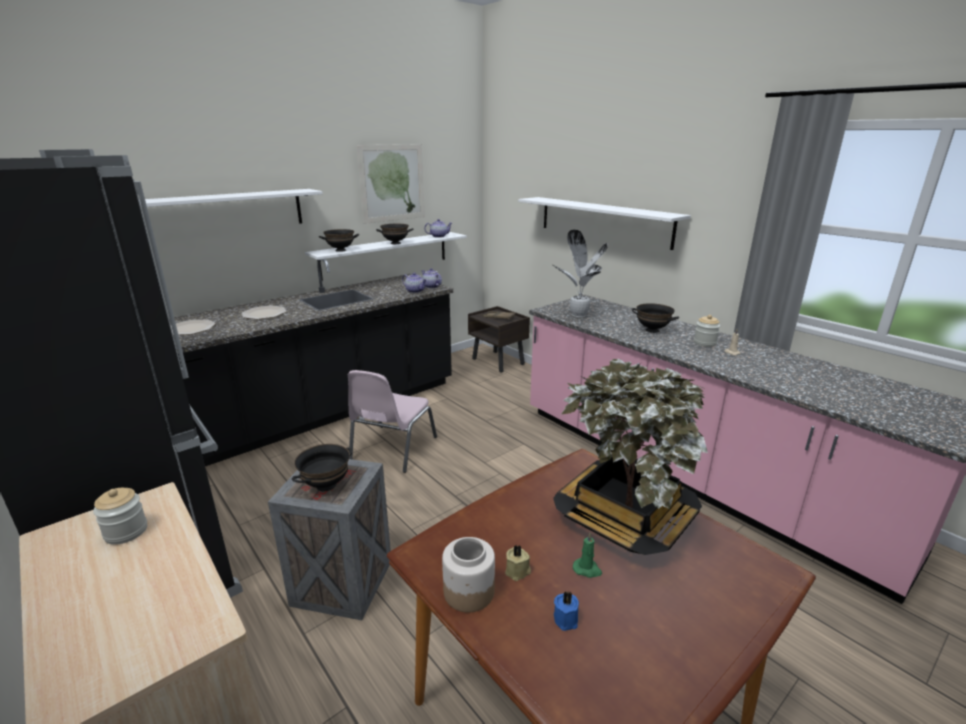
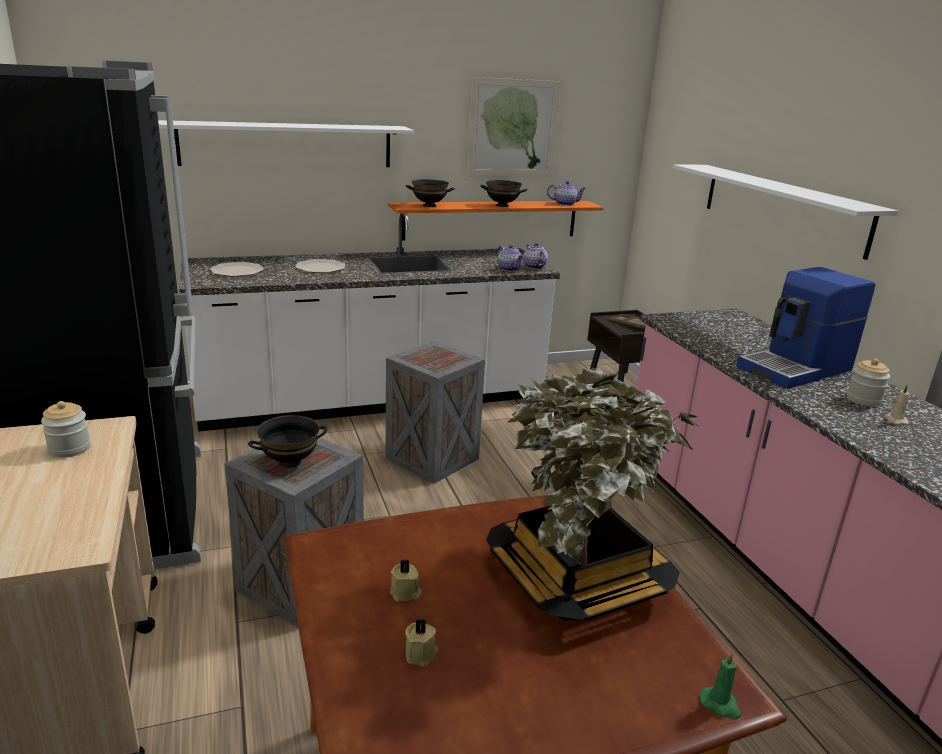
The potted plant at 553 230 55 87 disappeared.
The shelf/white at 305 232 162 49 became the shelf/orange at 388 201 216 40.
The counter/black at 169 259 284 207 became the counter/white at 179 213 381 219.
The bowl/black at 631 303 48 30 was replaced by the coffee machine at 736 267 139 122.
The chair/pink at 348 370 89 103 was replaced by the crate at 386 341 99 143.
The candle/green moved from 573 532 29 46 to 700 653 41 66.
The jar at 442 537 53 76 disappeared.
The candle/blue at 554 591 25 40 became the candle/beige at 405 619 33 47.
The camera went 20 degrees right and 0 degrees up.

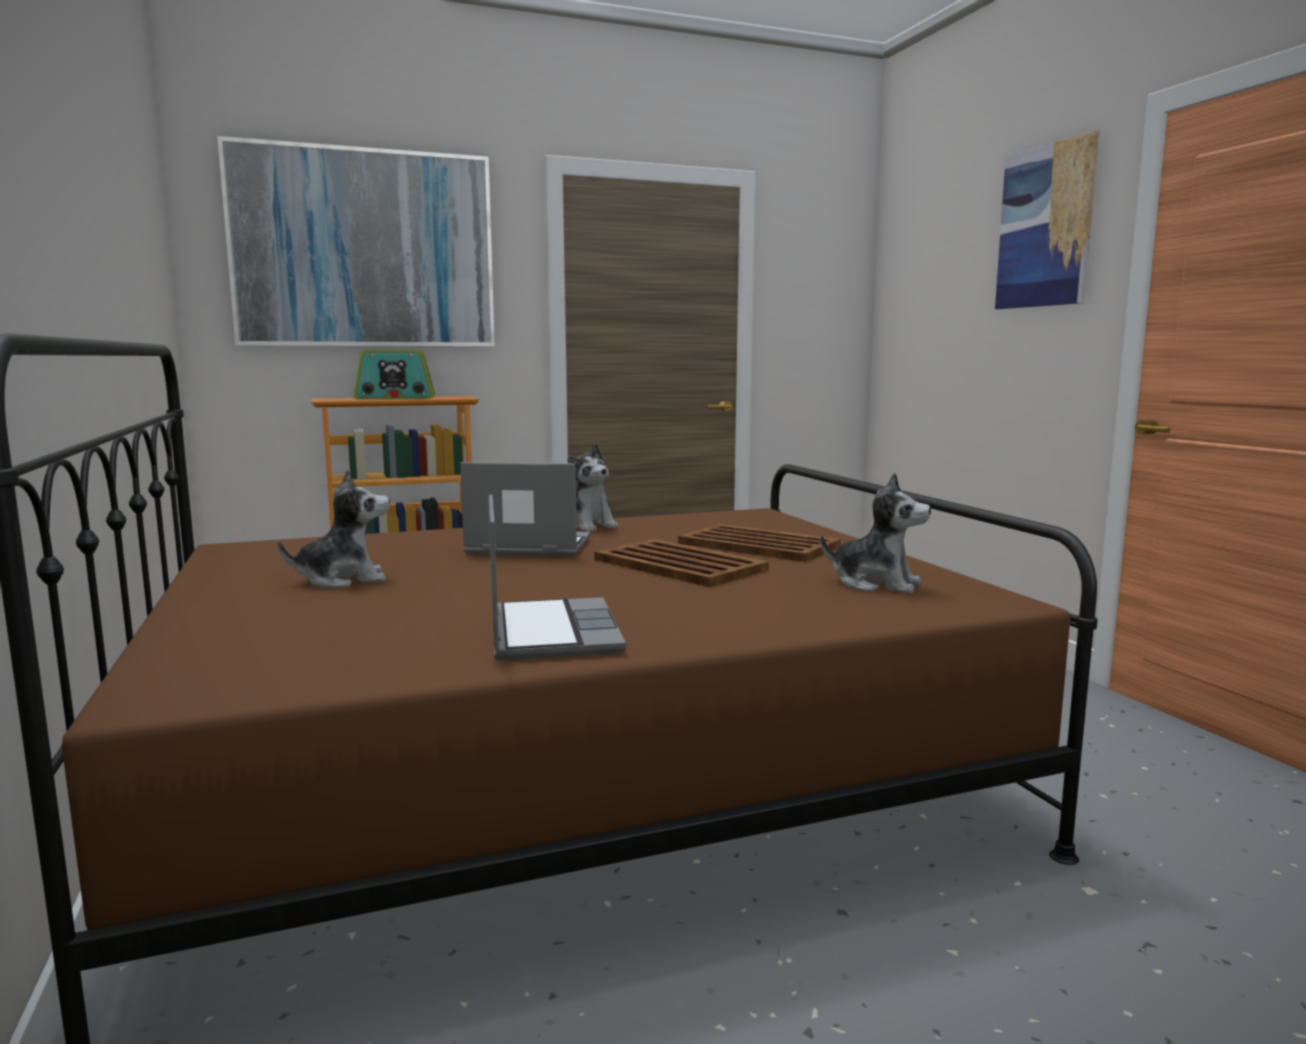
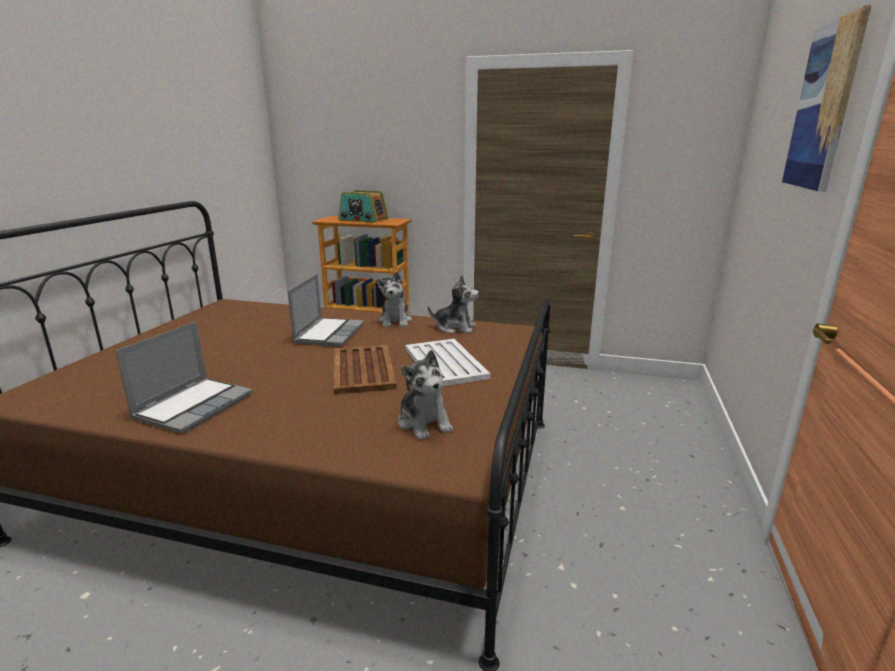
The picture at 217 136 278 210 disappeared.
The laptop at 460 462 130 95 turned 60 degrees clockwise.
The plush toy moved from 278 469 112 119 to 428 275 51 59.
The tray/brown at 678 524 163 38 became the tray/white at 406 339 84 47.
The camera went 35 degrees right and 10 degrees up.

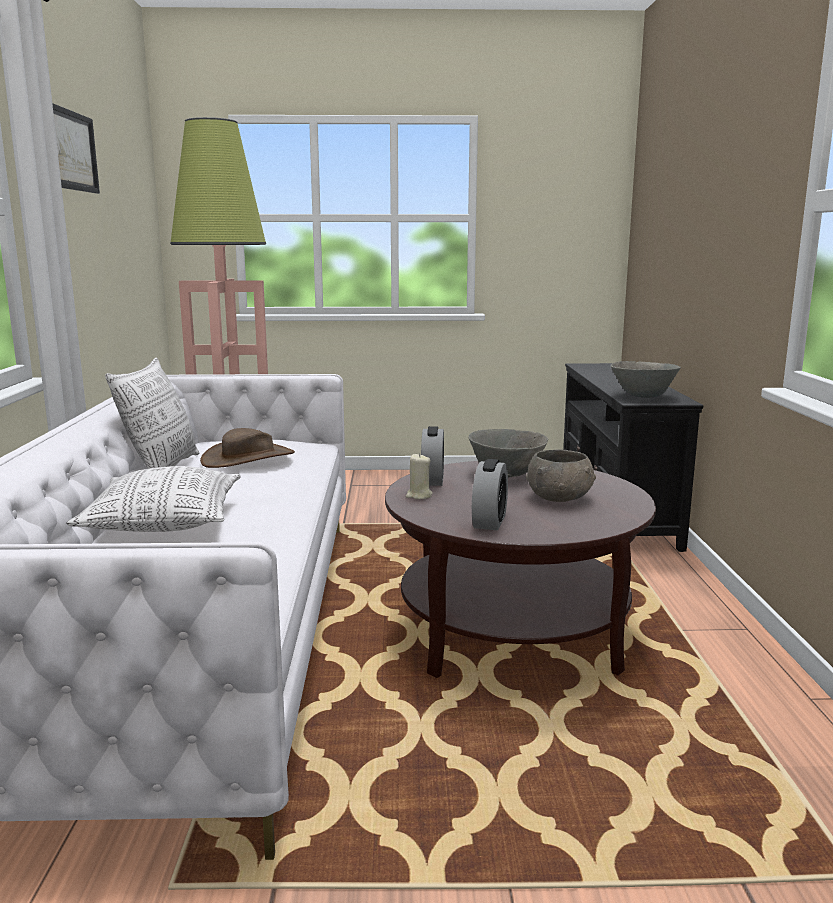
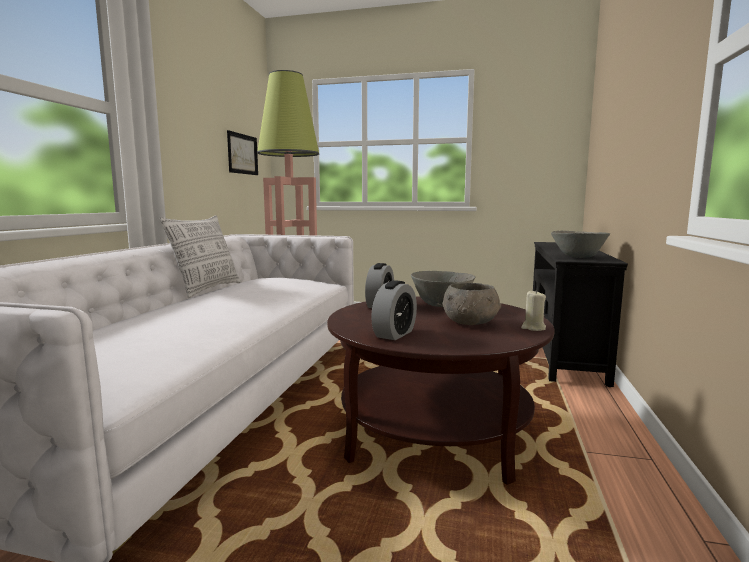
The picture moved from 52 103 48 91 to 227 130 31 45.
The hat/brown at 200 428 95 40 disappeared.
The candle/beige moved from 406 453 27 46 to 521 290 25 41.
The pillow at 66 466 175 66 disappeared.
The camera went 15 degrees right and 5 degrees down.

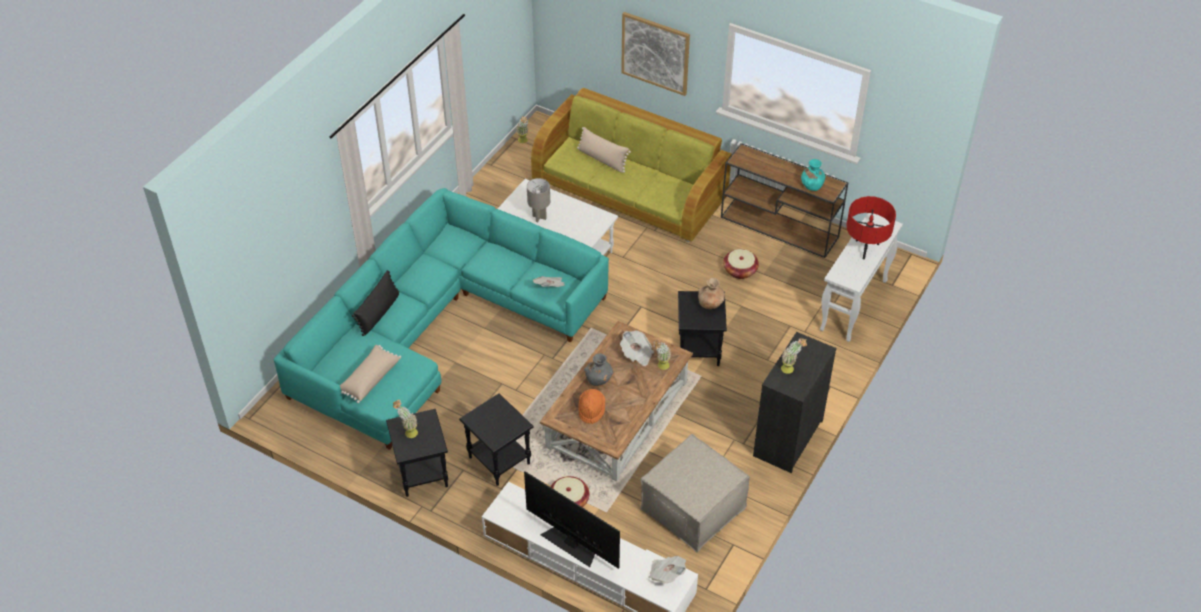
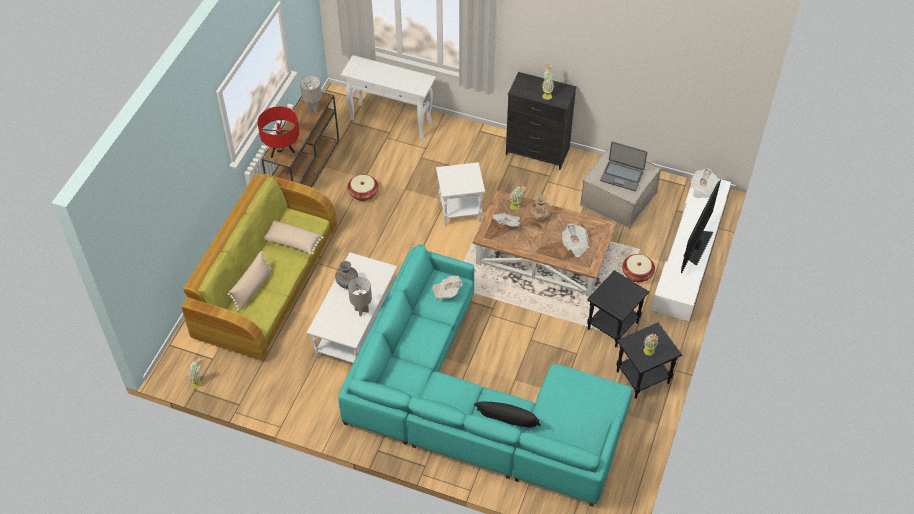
The picture at 621 12 69 84 disappeared.
The vase/turquoise at 801 159 24 32 was replaced by the table lamp/grey at 300 76 22 38.
The table lamp/red moved from 847 196 49 64 to 258 106 41 52.
The vase/brown moved from 698 278 27 31 to 530 195 21 27.
The side table/black at 678 291 49 75 became the side table/white at 436 162 49 64.
The pillow/beige moved from 340 345 61 58 to 264 220 59 34.
The vase/grey moved from 584 353 29 33 to 335 261 23 28.
The hat/orange at 579 389 26 35 was replaced by the newspaper at 562 224 28 33.
The laptop at 600 141 47 50 appeared.
The camera went 100 degrees left and 5 degrees up.

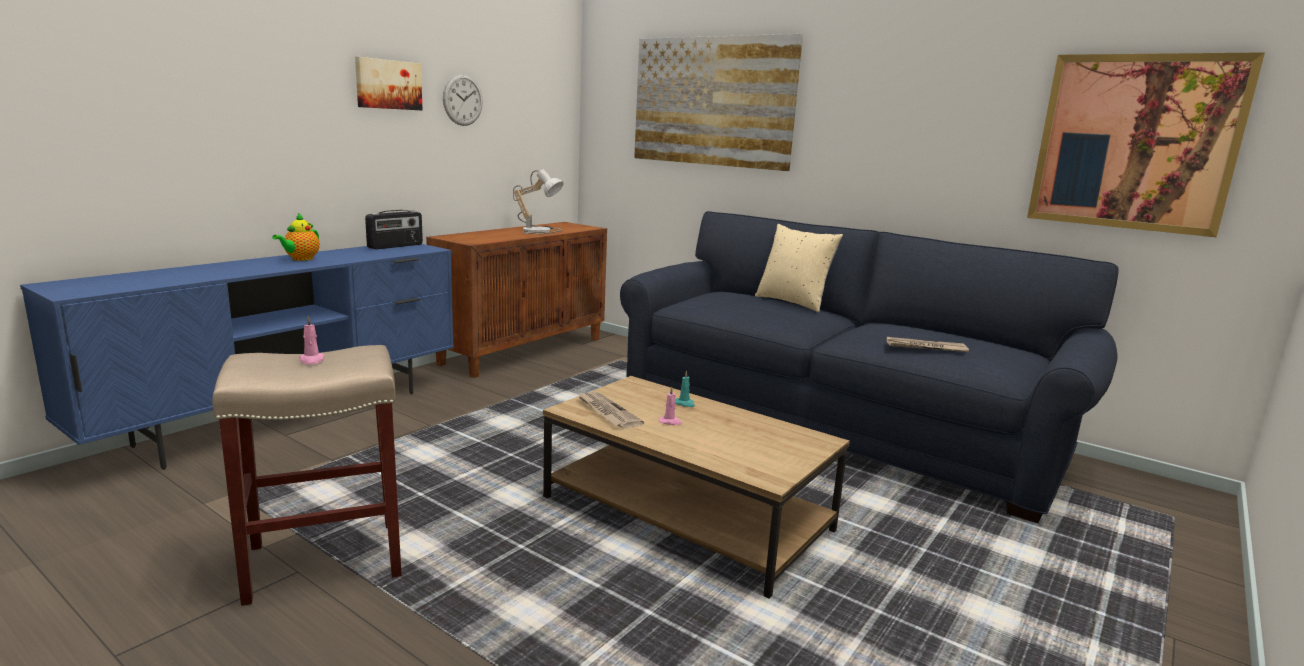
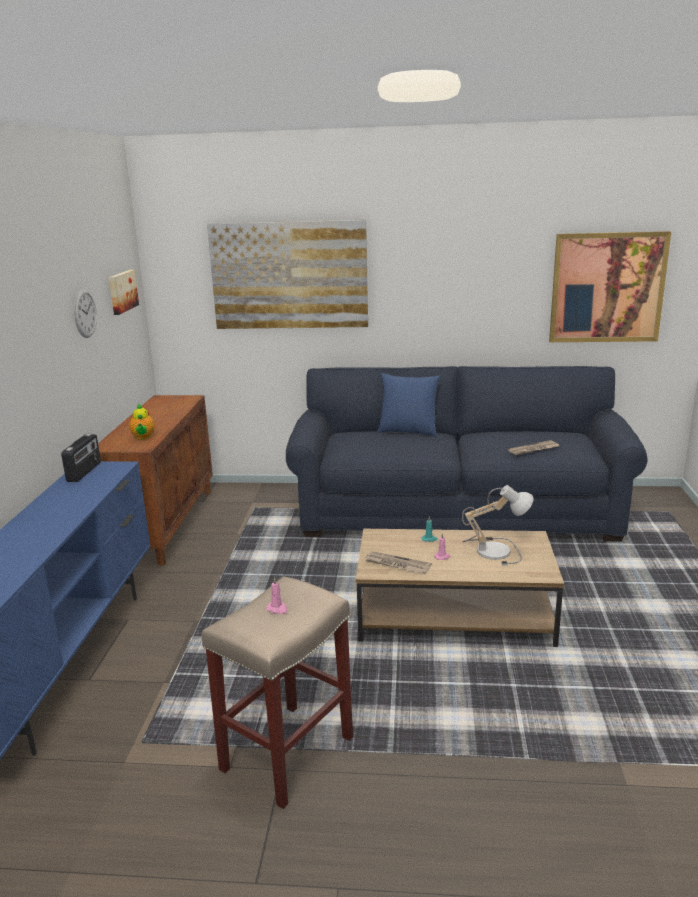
The picture moved from 355 57 68 53 to 109 270 30 45.
The table lamp moved from 513 169 50 65 to 462 485 71 81.
The teapot moved from 272 213 48 48 to 129 404 26 35.
The pillow/beige at 755 224 88 88 became the pillow/blue at 377 373 63 64.
The camera went 30 degrees left and 5 degrees up.

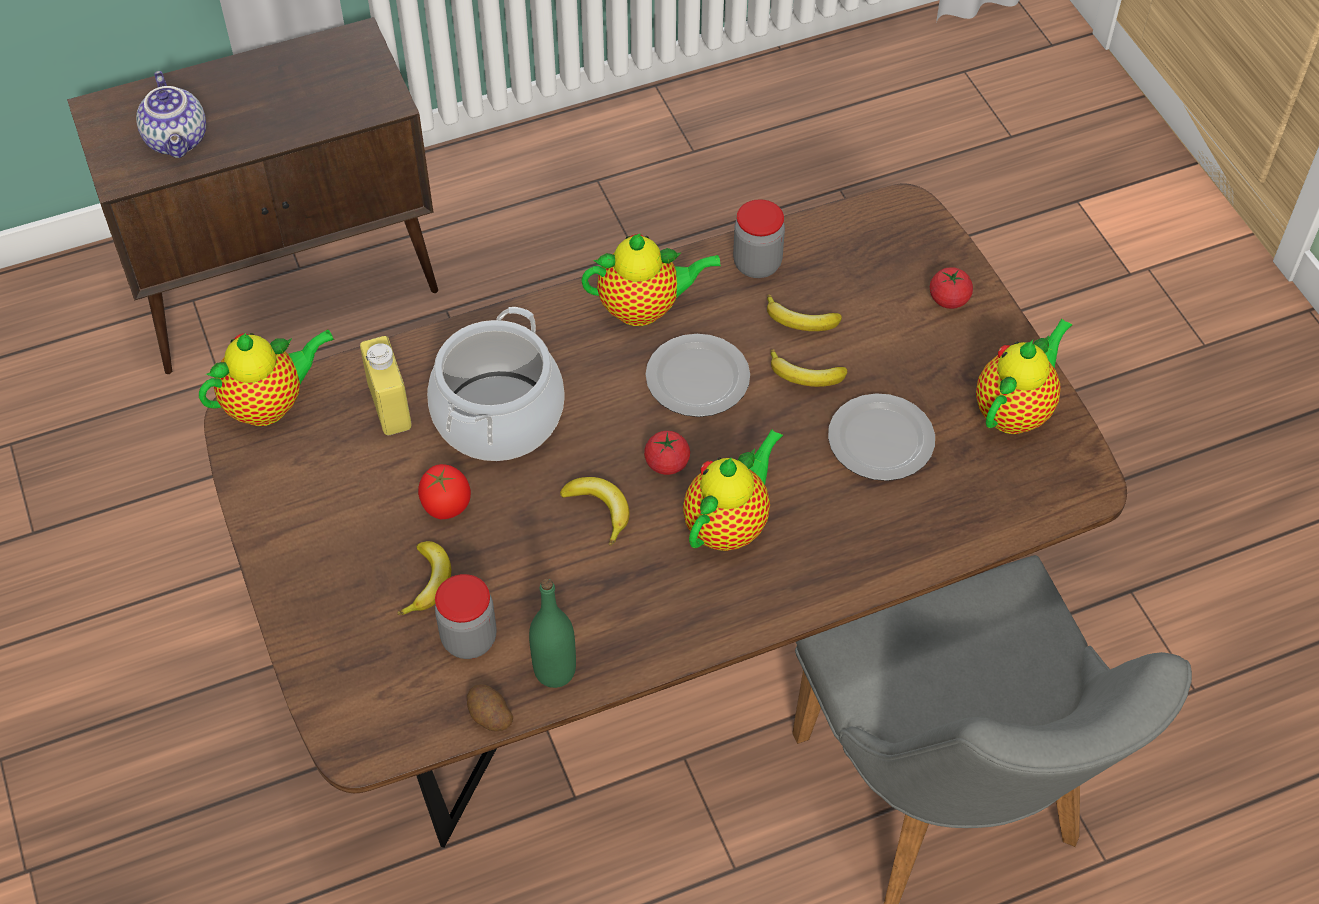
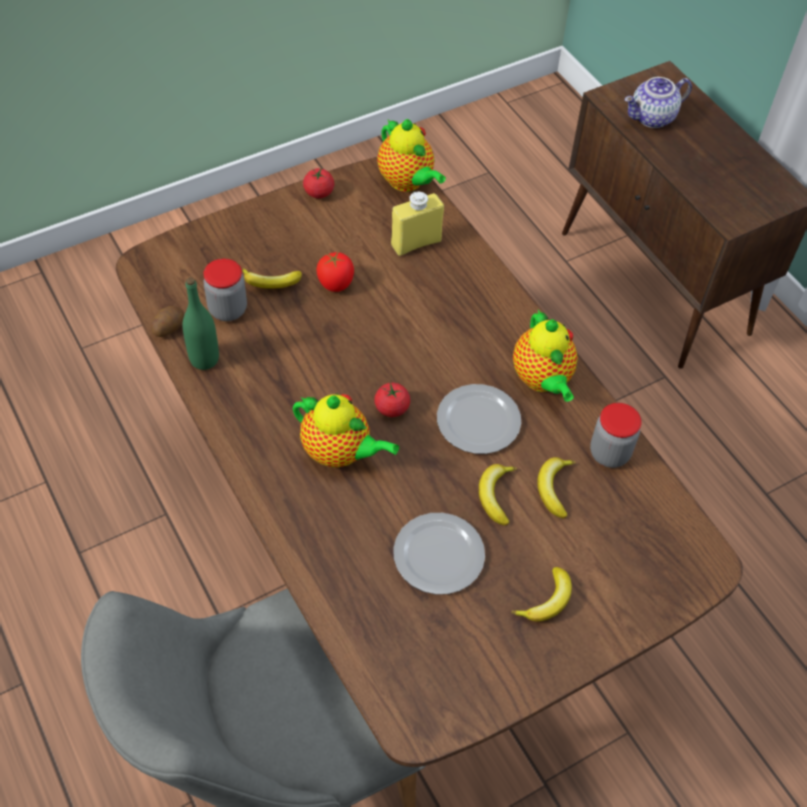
The tomato moved from 930 267 43 42 to 303 168 31 30.
The cooking pot at 427 307 137 154 disappeared.
The teapot at 976 318 96 116 disappeared.
The banana moved from 560 477 70 69 to 511 567 61 54.
The camera went 80 degrees right and 0 degrees up.

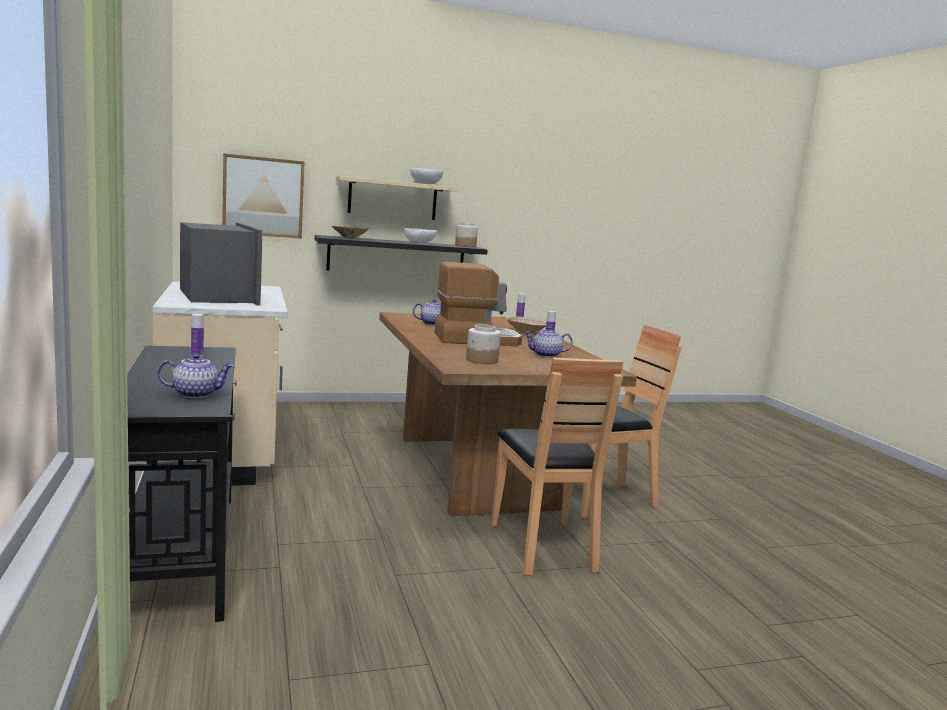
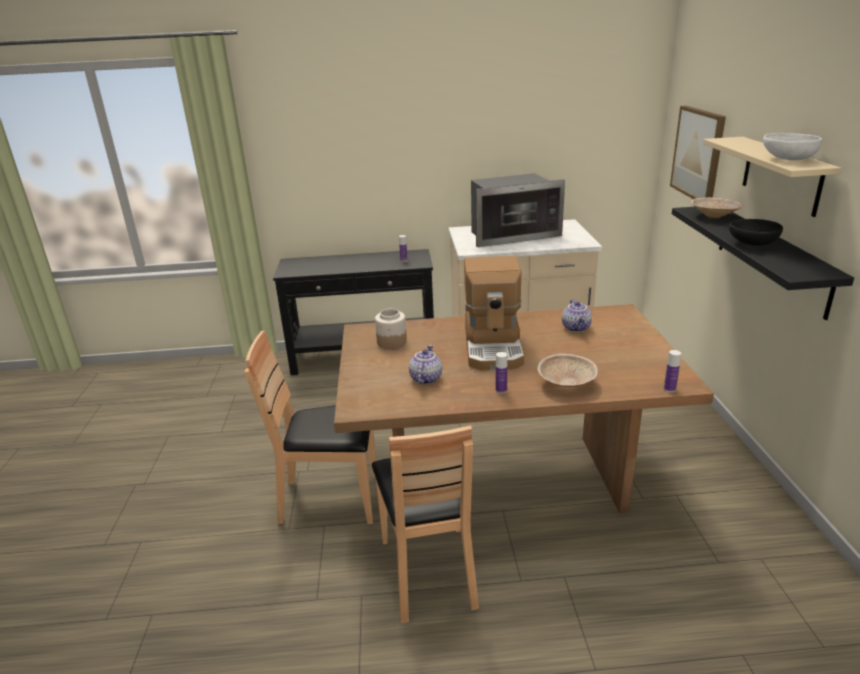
The jar at 455 222 23 25 disappeared.
The bowl/white at 404 228 33 15 became the bowl/black at 729 219 54 27.
The teapot at 157 353 76 45 disappeared.
The camera went 105 degrees right and 15 degrees up.

